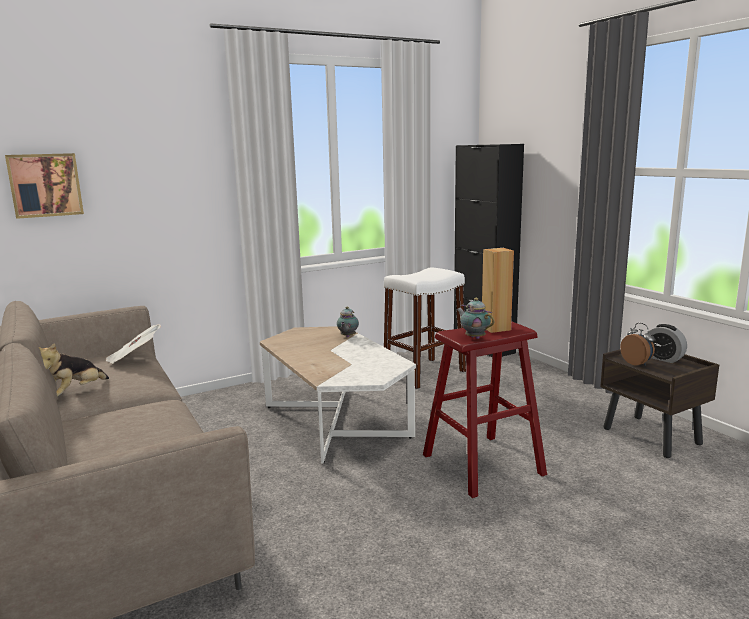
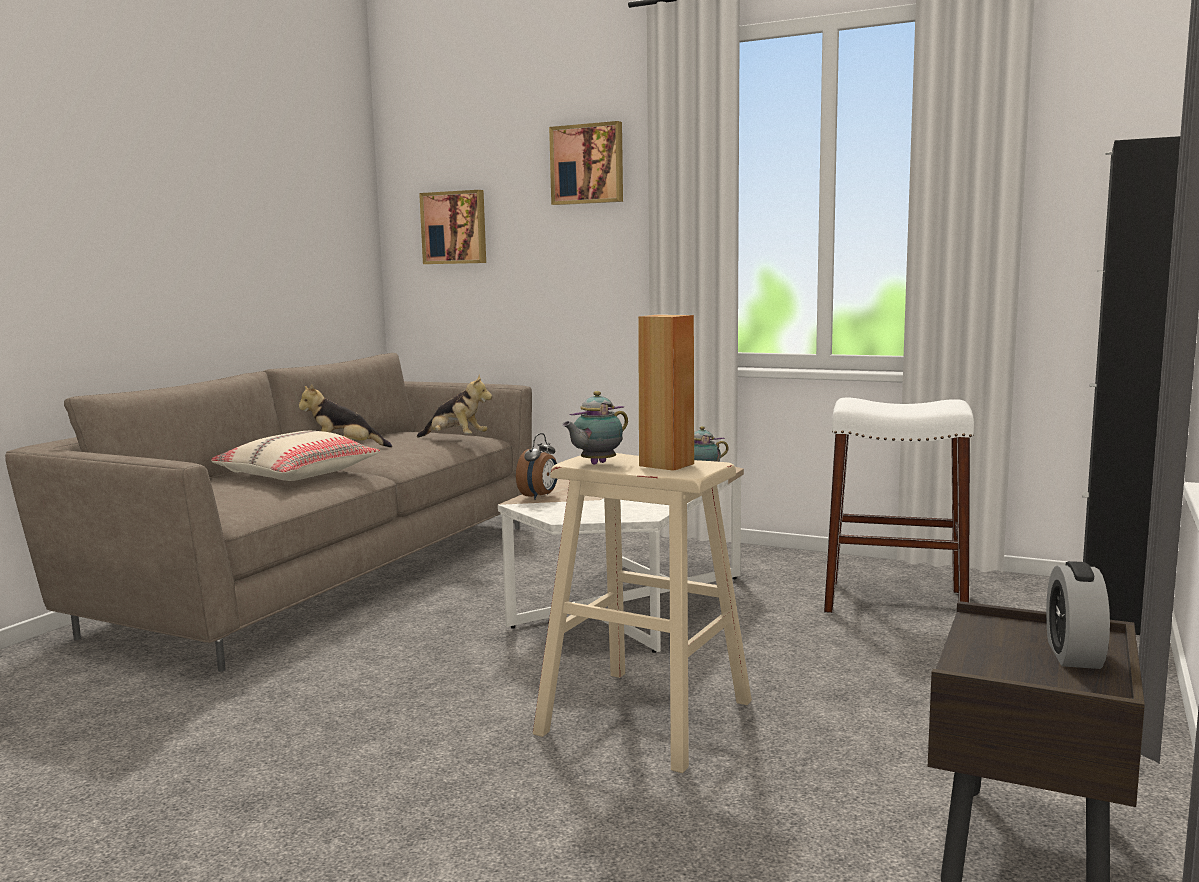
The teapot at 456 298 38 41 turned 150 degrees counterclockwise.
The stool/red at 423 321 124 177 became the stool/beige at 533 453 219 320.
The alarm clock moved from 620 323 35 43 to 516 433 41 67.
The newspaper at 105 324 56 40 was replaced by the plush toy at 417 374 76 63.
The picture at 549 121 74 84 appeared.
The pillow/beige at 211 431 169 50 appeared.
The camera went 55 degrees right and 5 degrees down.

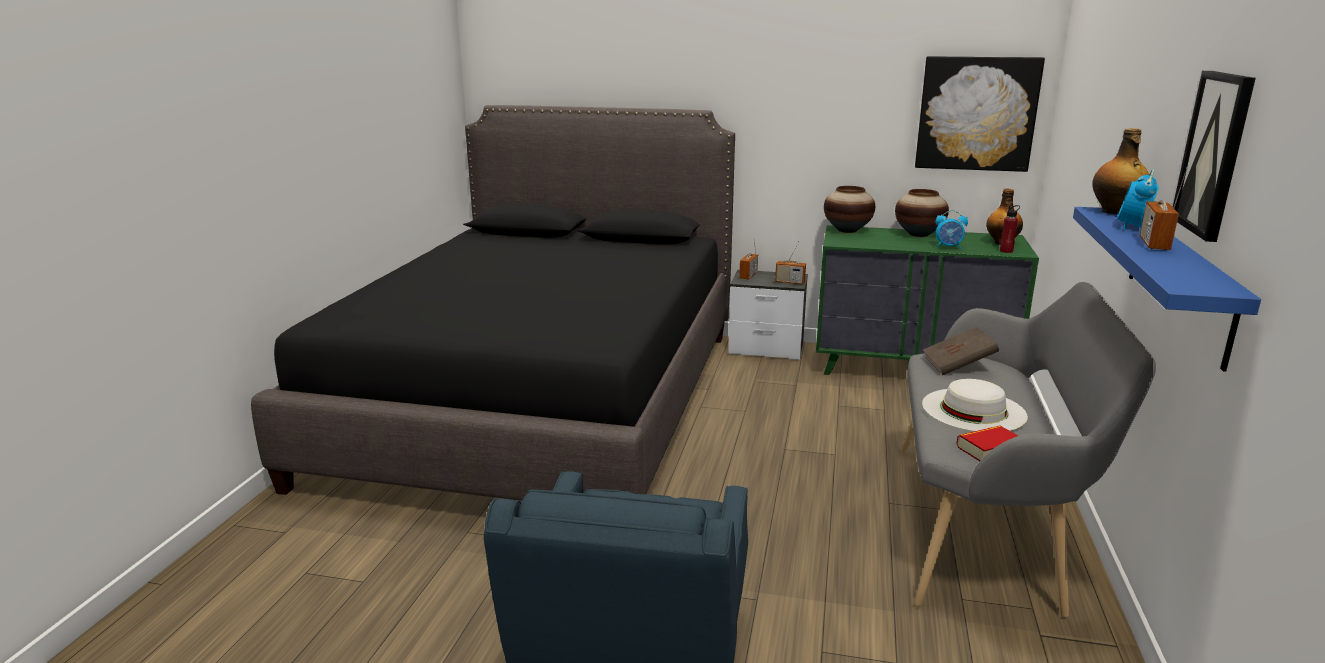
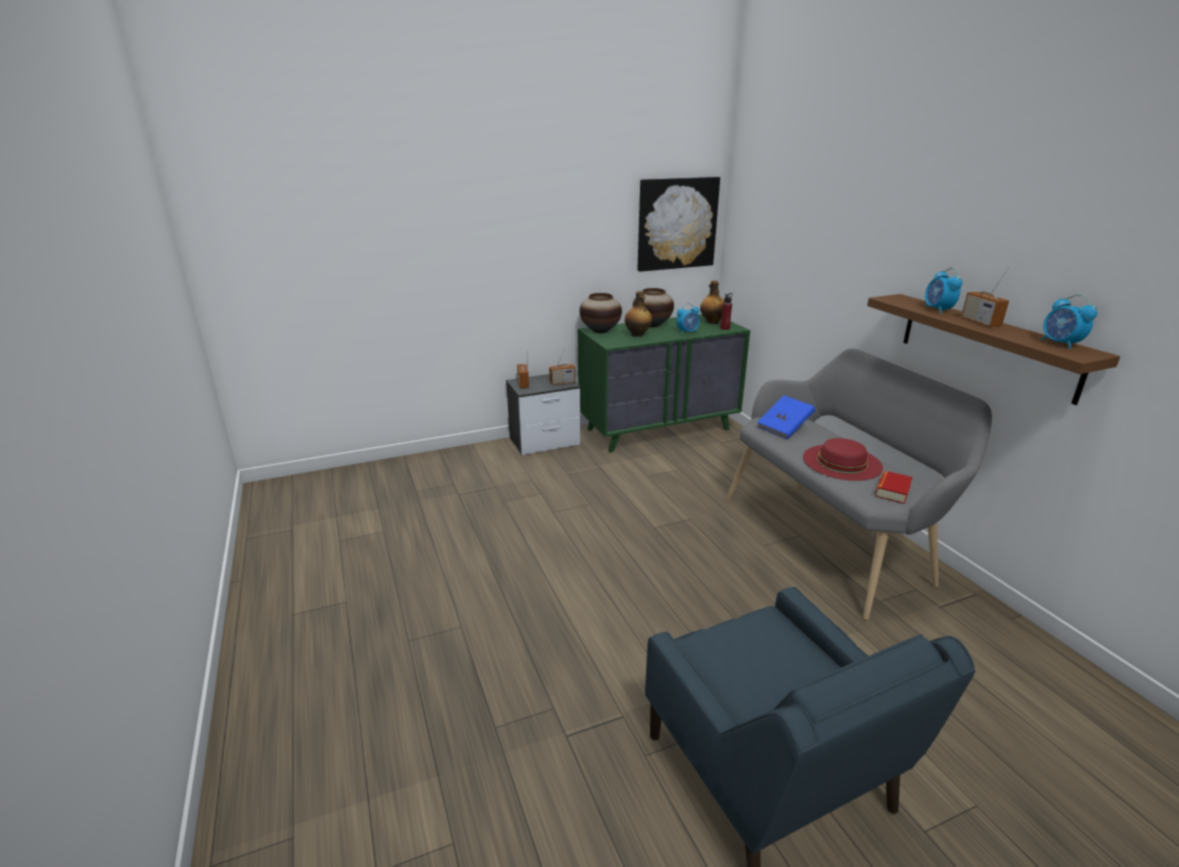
The picture at 1173 71 83 171 disappeared.
The bed/black at 251 105 484 396 disappeared.
The bottle moved from 1092 128 57 86 to 625 291 27 46.
The shelf/blue at 1073 207 188 165 became the shelf/brown at 867 294 253 111.
The book/brown at 923 327 76 48 became the book/blue at 757 395 58 44.
The hat/white at 922 379 106 52 became the hat/red at 803 438 80 43.
The alarm clock at 1041 294 56 55 appeared.
The camera went 35 degrees left and 5 degrees up.

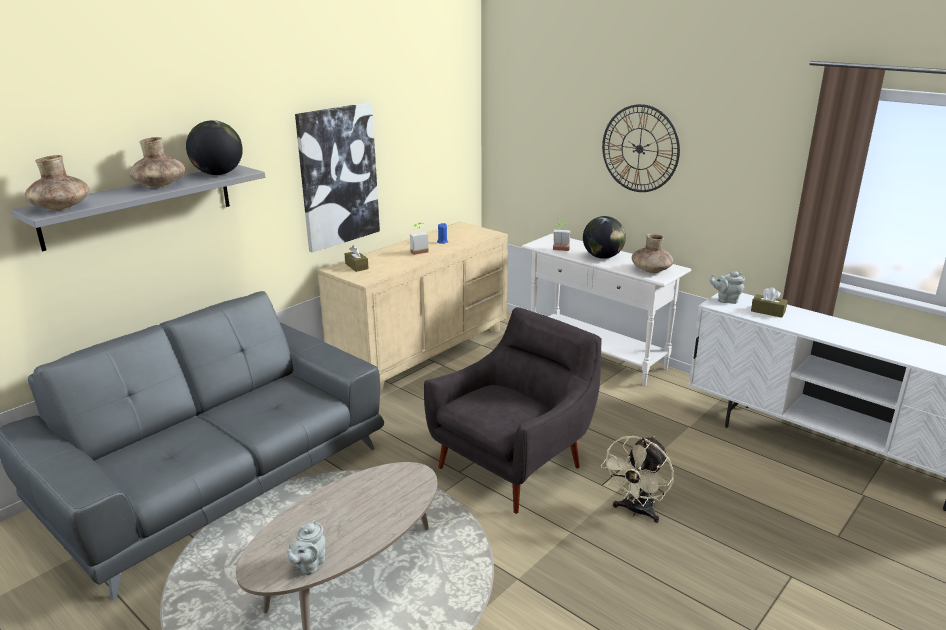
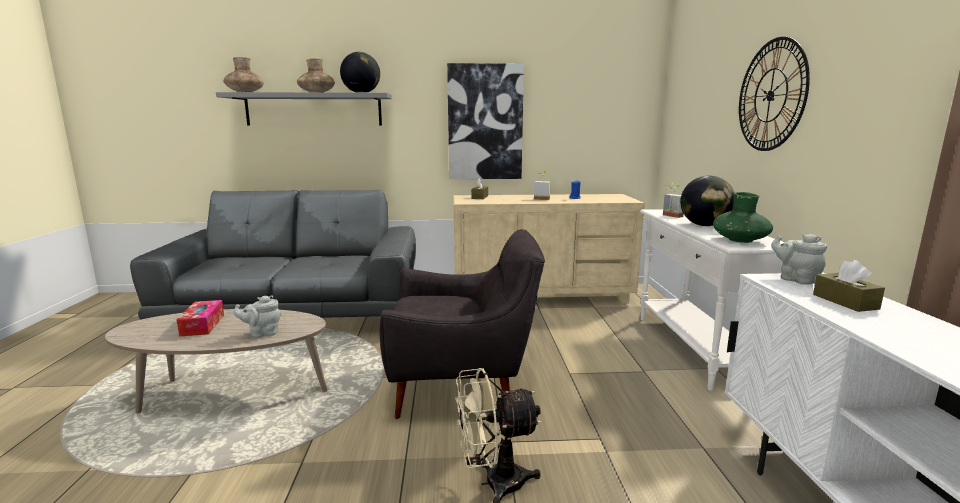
The vase/brown at 632 233 42 40 became the vase/green at 713 192 60 51.
The teapot/grey moved from 287 520 38 55 to 234 295 47 43.
The tissue box at 177 300 47 36 appeared.
The camera went 45 degrees right and 10 degrees down.

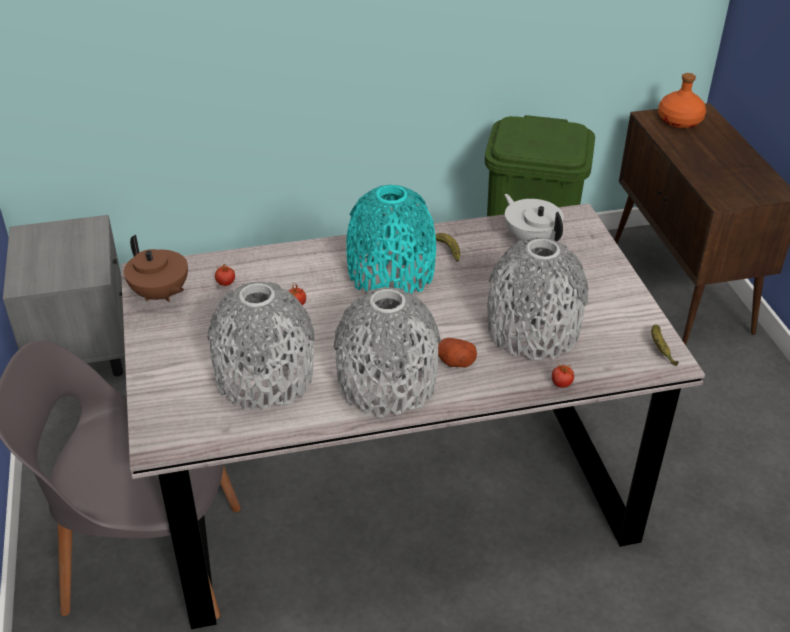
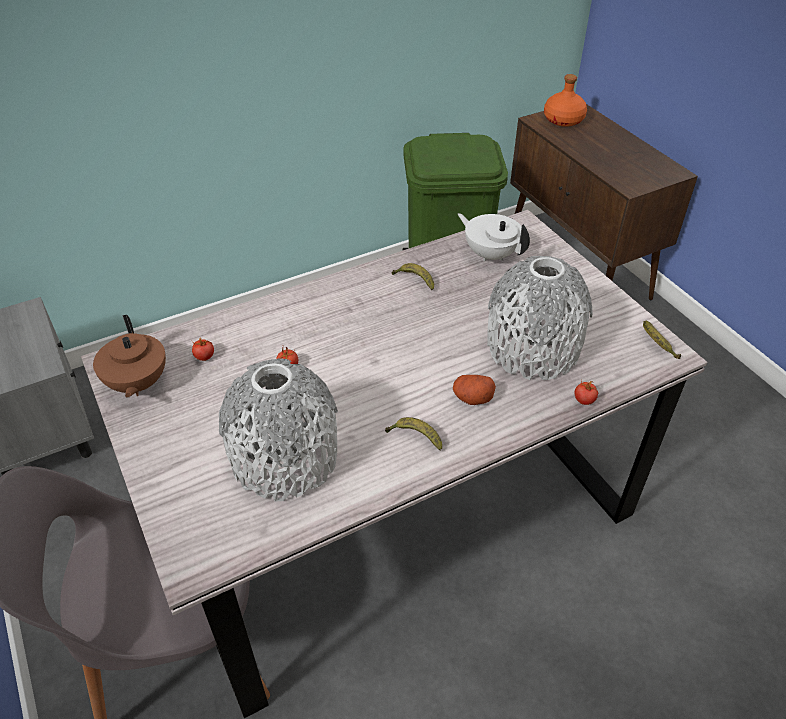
The vase/turquoise at 346 185 90 108 disappeared.
The teapot/brown at 124 235 64 67 turned 45 degrees clockwise.
The vase/grey at 334 288 107 129 was replaced by the banana at 385 417 57 33.
The camera went 15 degrees left and 5 degrees up.

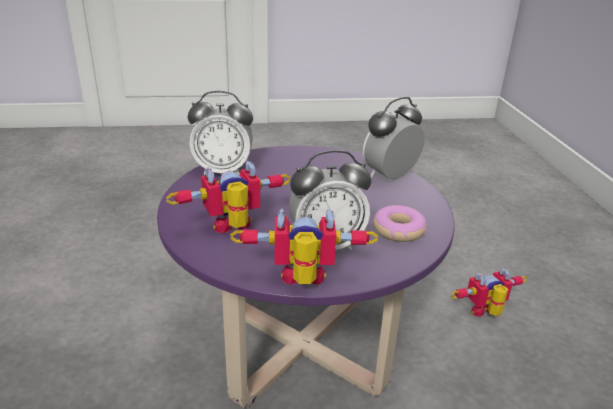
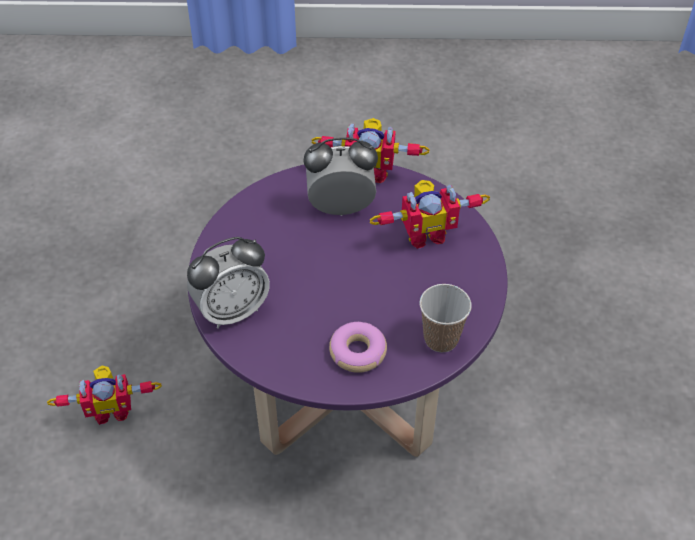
The alarm clock at 188 91 65 84 was replaced by the cup at 420 284 52 69.
The donut moved from 373 205 54 37 to 329 322 58 51.
The camera went 170 degrees left and 20 degrees up.

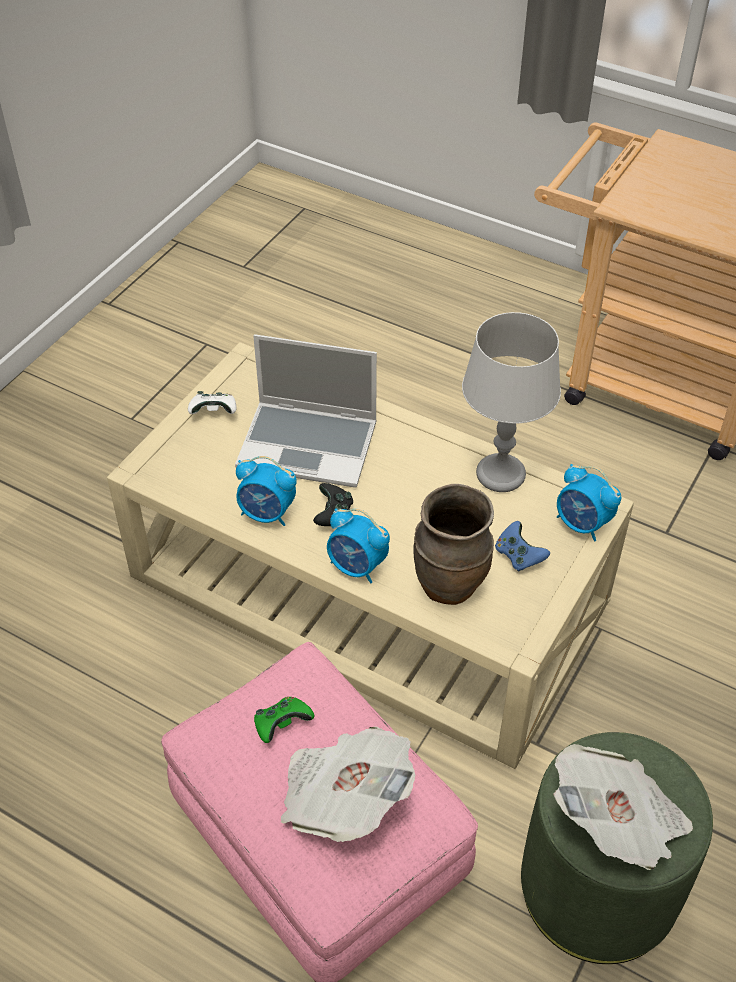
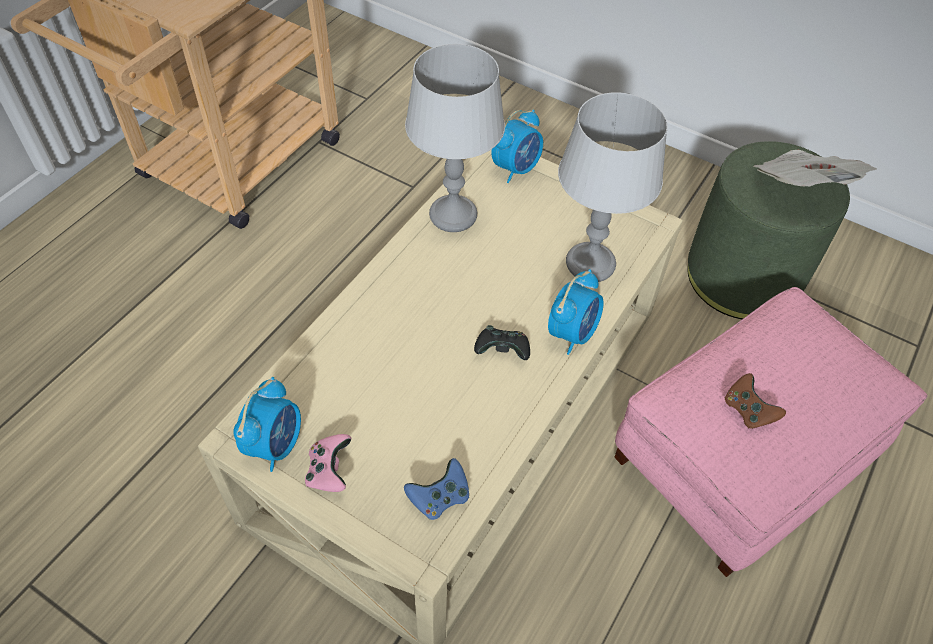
The laptop at 235 334 142 154 disappeared.
The game controller/white at 188 391 49 23 became the game controller/pink at 305 434 46 58.
The alarm clock moved from 236 456 61 70 to 233 377 68 95.
The vase/brown at 413 484 81 121 was replaced by the table lamp/grey at 558 92 110 190.
The game controller/blue moved from 495 521 55 51 to 404 458 65 62.
The game controller/green at 254 697 60 46 became the game controller/brown at 725 373 61 56.
The newspaper at 281 727 134 115 disappeared.
The camera went 90 degrees left and 5 degrees up.

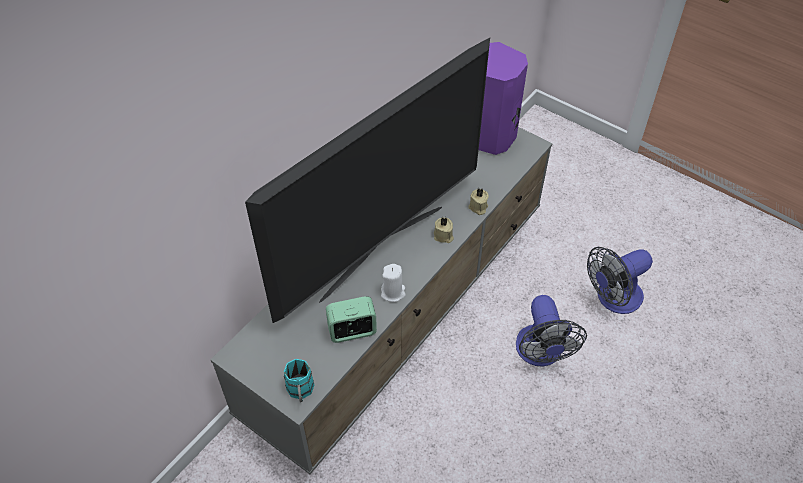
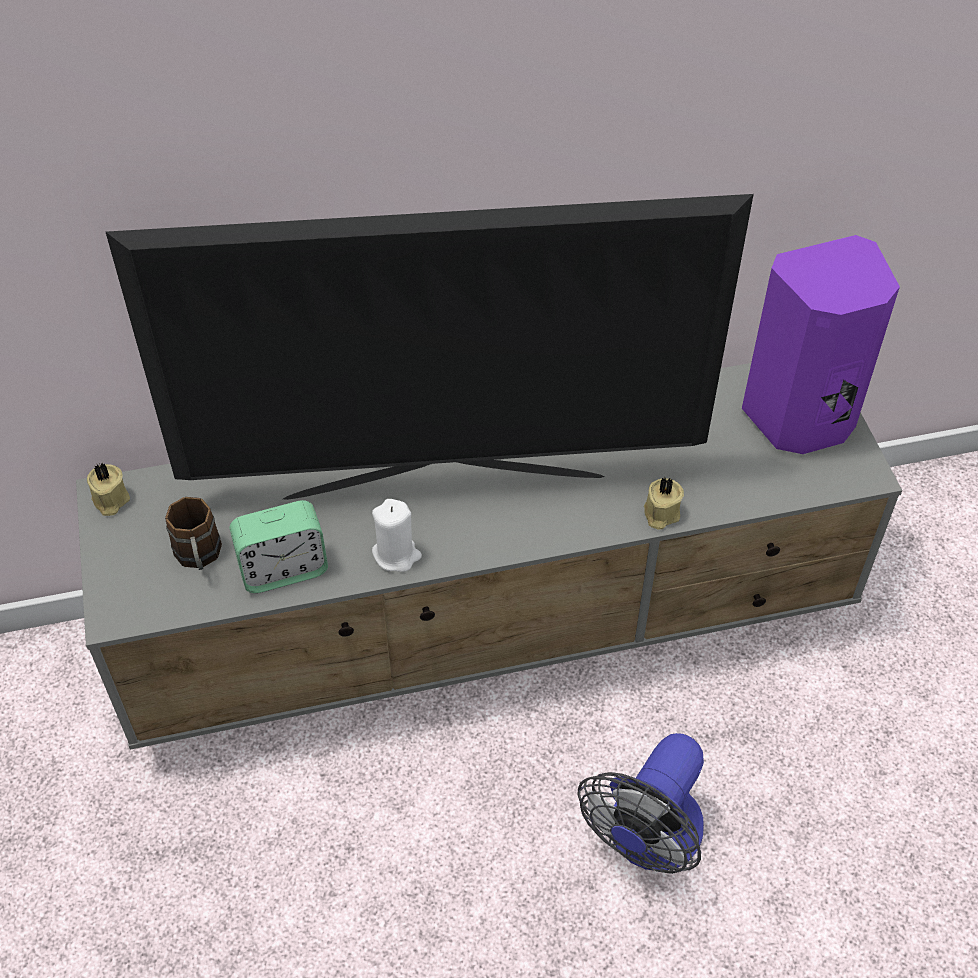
The candle/beige moved from 434 217 20 26 to 87 463 43 53.
The fan at 587 247 66 67 disappeared.
The alarm clock at 326 296 51 47 turned 135 degrees clockwise.
The mug/turquoise at 284 359 30 43 disappeared.
The mug/brown at 165 497 57 73 appeared.
The camera went 40 degrees right and 0 degrees up.

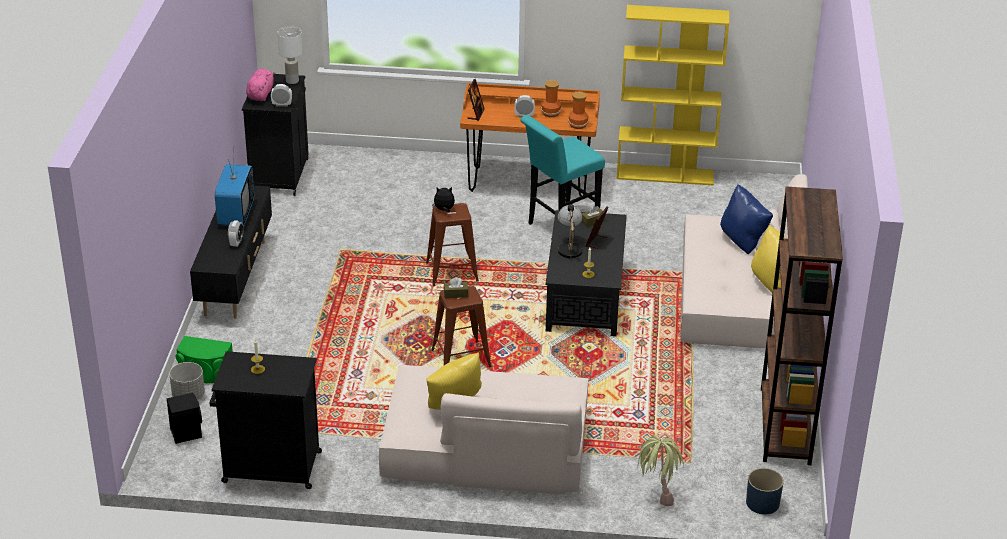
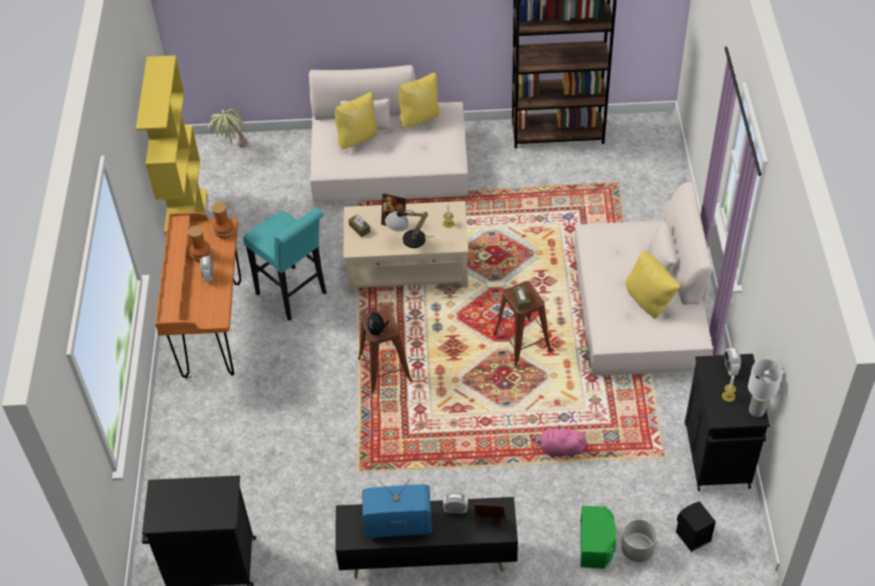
The table lamp/white moved from 277 27 26 57 to 748 359 34 58.
The plush toy/pink moved from 246 69 30 32 to 530 425 57 33.
The picture frame moved from 468 79 17 42 to 474 503 31 26.
The alarm clock moved from 271 84 21 23 to 724 348 17 28.
The pillow/blue at 720 184 53 70 became the pillow/yellow at 335 92 42 57.
The coffee table/black at 546 210 81 126 became the coffee table/beige at 343 201 126 93.
The potted plant moved from 637 435 47 71 to 208 109 40 39.
The planter/blue at 746 468 38 46 disappeared.
The camera went 95 degrees left and 15 degrees up.

